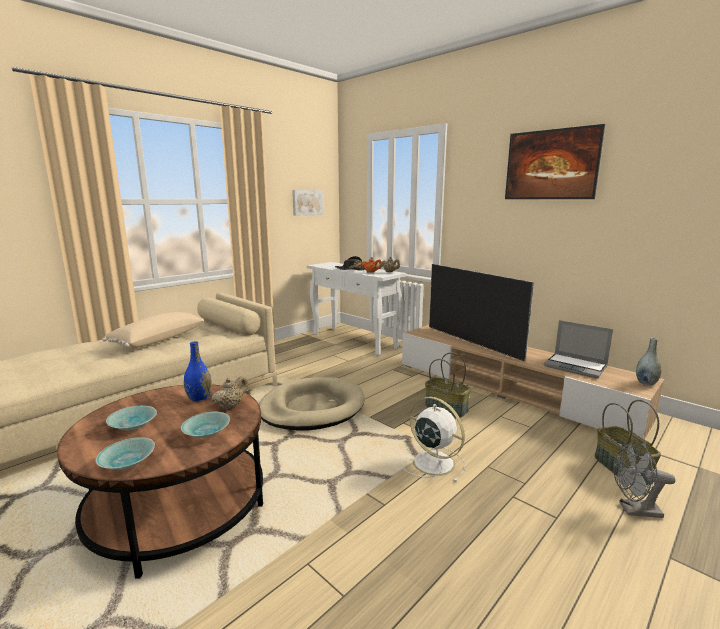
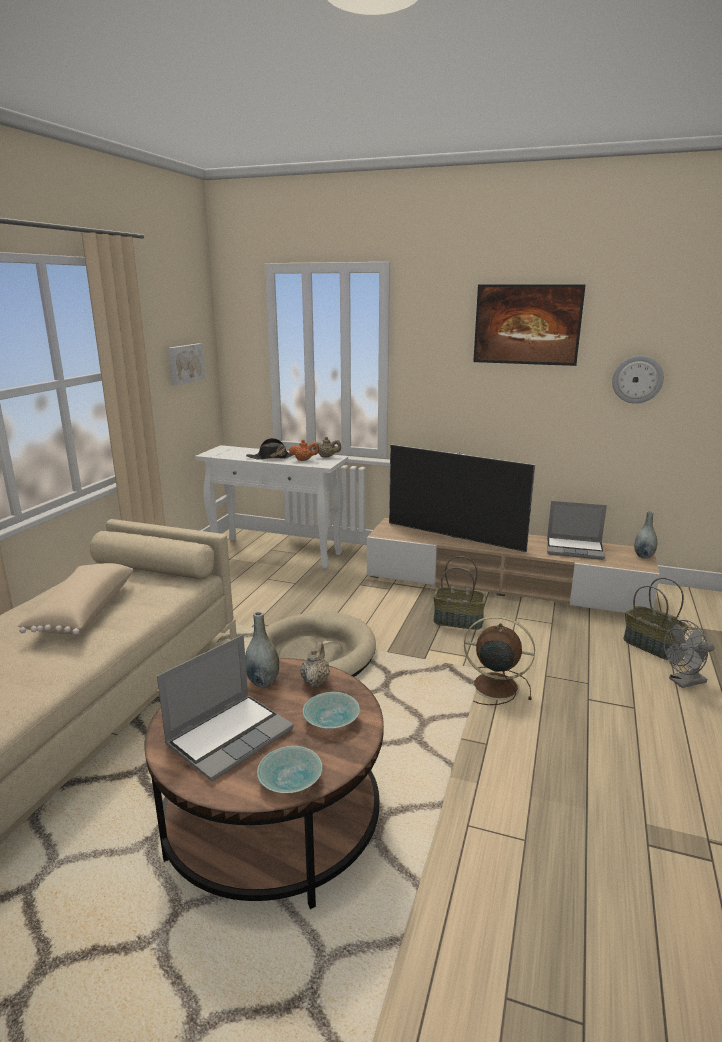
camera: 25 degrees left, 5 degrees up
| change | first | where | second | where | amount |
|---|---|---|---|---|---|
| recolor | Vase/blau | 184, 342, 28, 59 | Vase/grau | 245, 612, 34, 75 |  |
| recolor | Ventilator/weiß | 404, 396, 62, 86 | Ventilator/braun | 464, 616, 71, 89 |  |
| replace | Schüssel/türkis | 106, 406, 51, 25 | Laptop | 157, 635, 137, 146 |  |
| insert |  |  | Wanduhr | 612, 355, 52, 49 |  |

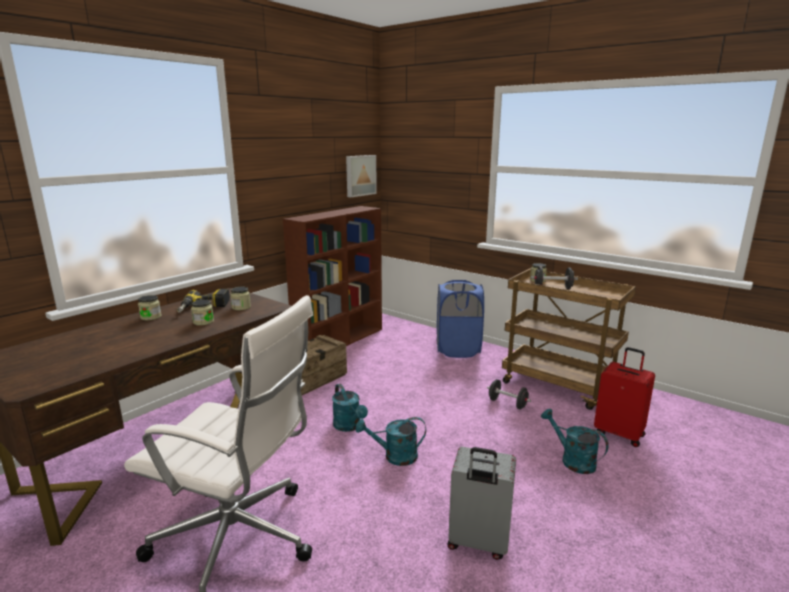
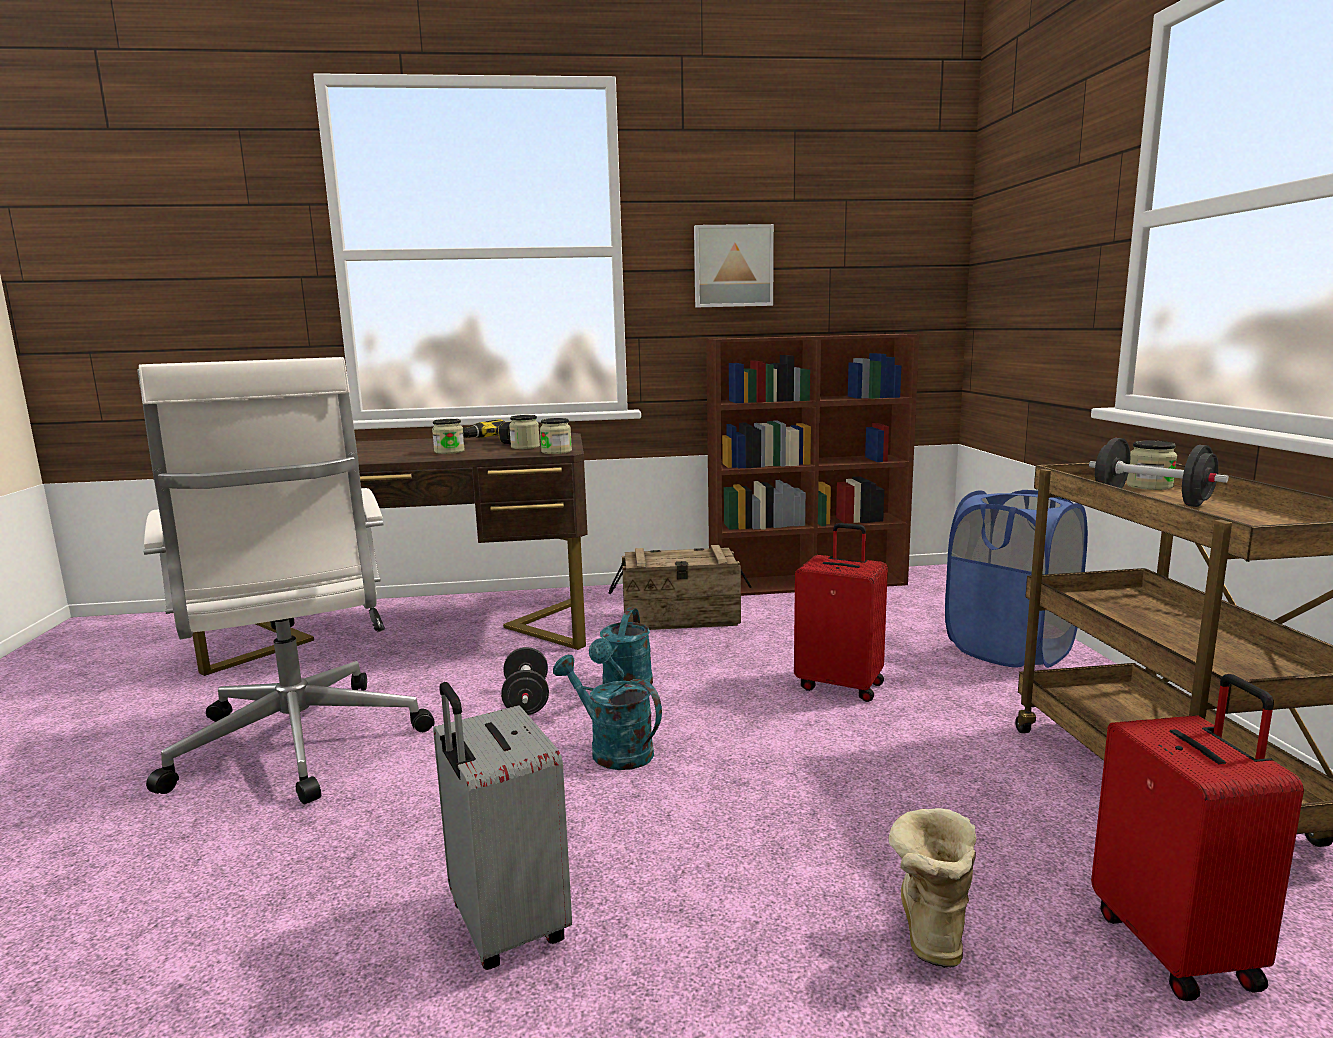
camera: 45 degrees right, 5 degrees down
| change | first | where | second | where | amount |
|---|---|---|---|---|---|
| move | Bild | 346, 155, 31, 42 |  | 694, 224, 80, 83 |  |
| move | Vorratsglas | 138, 295, 23, 25 |  | 540, 418, 32, 36 |  |
| move | Hantel/schwarz | 487, 379, 44, 31 |  | 501, 647, 48, 68 |  |
| replace | Gießkanne/türkis | 541, 409, 68, 65 | Stiefel | 889, 808, 87, 160 |  |
| insert |  |  | Koffer/rot | 794, 523, 94, 179 |  |

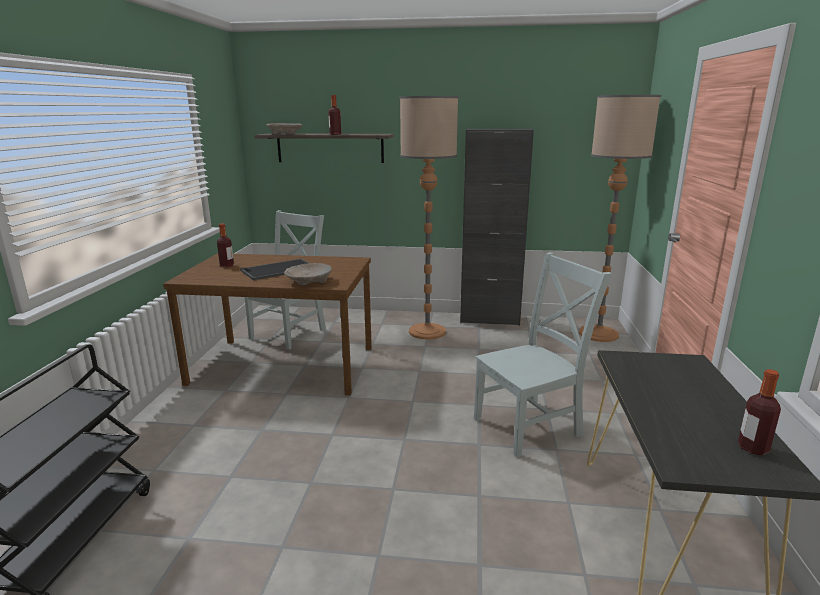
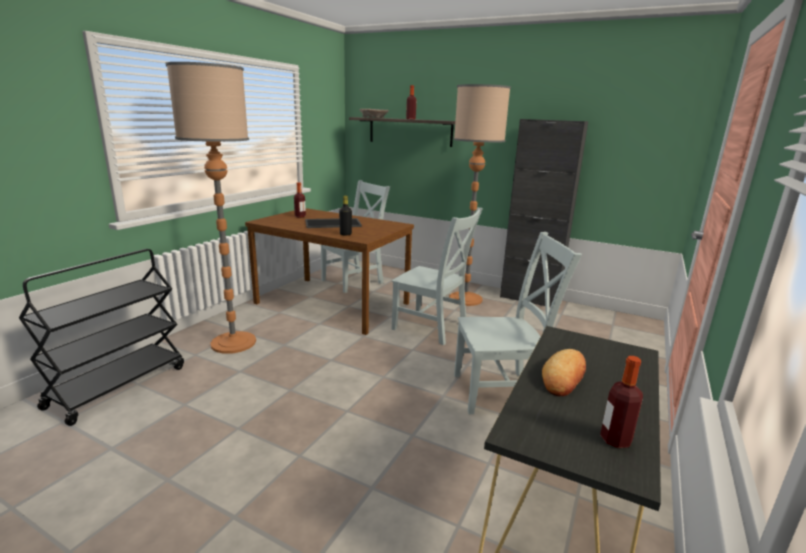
camera: 20 degrees right, 0 degrees up
| change | first | where | second | where | amount |
|---|---|---|---|---|---|
| move | Stehlampe | 579, 95, 82, 247 |  | 165, 62, 91, 292 |  |
| replace | Schüssel/beige | 284, 263, 48, 22 | Flasche/schwarz | 339, 196, 13, 39 |  |
| insert |  |  | Stuhl/grau | 392, 208, 91, 137 |  |
| insert |  |  | Brot | 542, 349, 44, 47 |  |

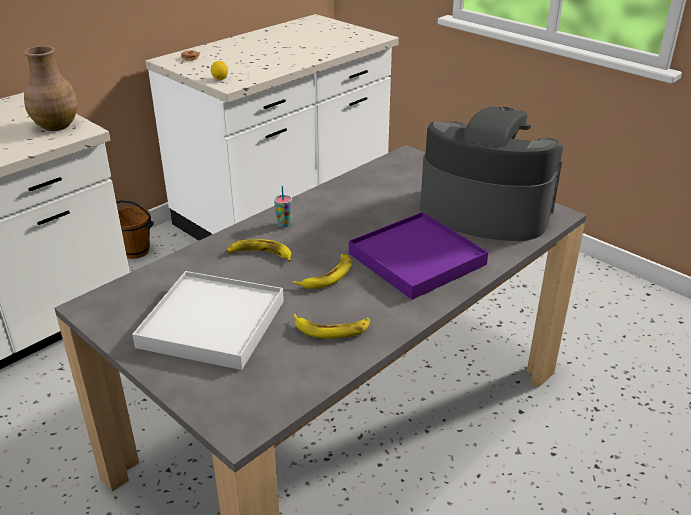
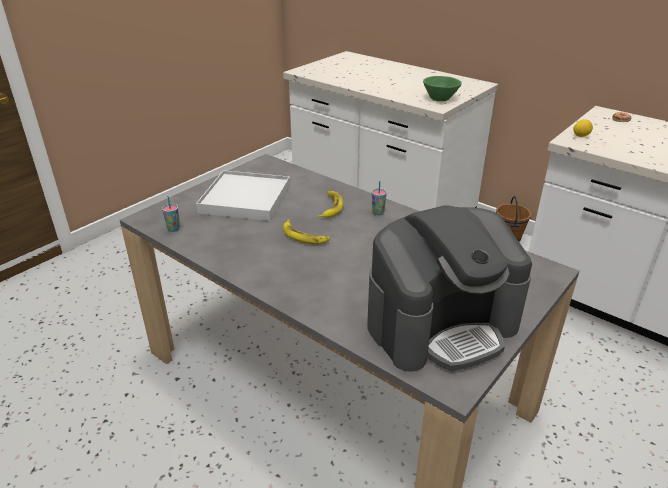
camera: 85 degrees right, 0 degrees up
| change | first | where | second | where | amount |
|---|---|---|---|---|---|
| replace | Vase/braun | 24, 46, 54, 85 | Schüssel/grün | 423, 76, 39, 25 |  |
| rotate | Kaffeemaschine | 420, 106, 143, 135 |  | 367, 205, 165, 167 | 45 degrees clockwise |
| delete | Tablett/lila | 349, 212, 139, 88 |  |  |  |
| delete | Banane | 293, 314, 77, 25 |  |  |  |
| insert |  |  | Tasse | 162, 196, 18, 36 |  |

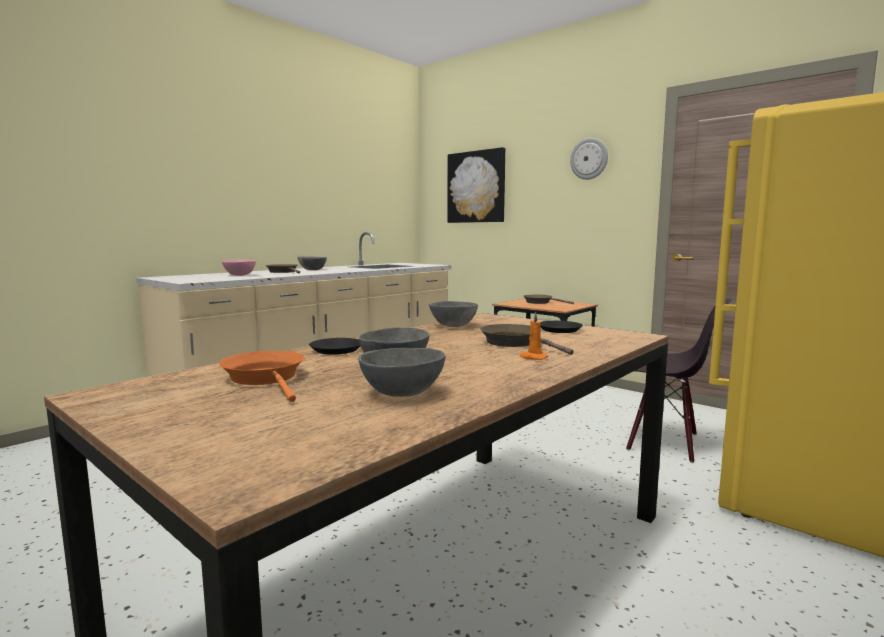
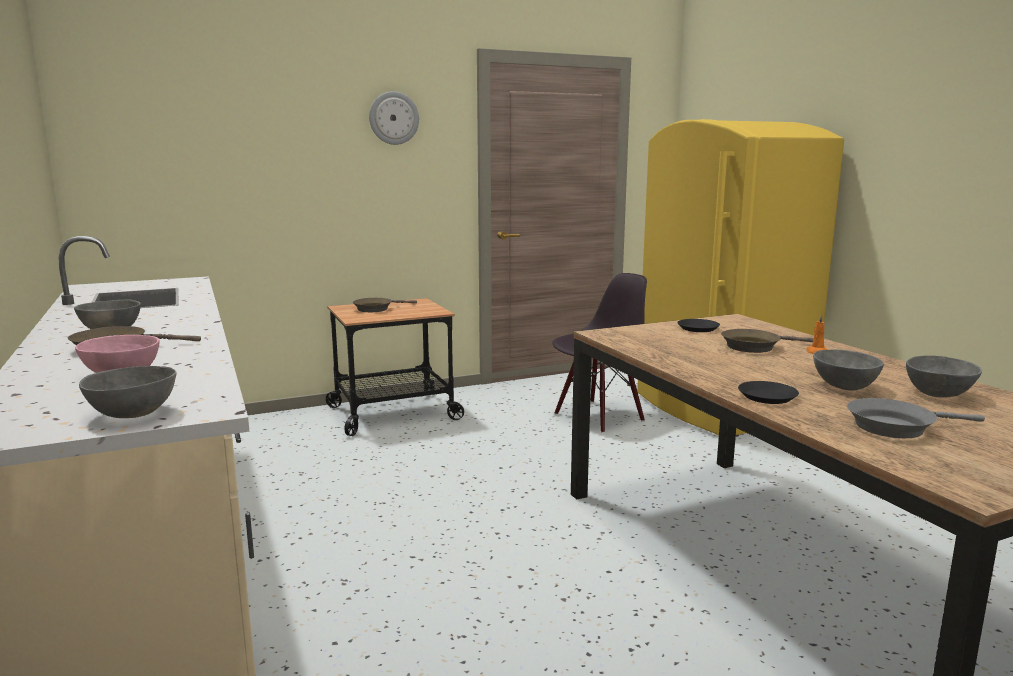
camera: 65 degrees left, 5 degrees up
| change | first | where | second | where | amount |
|---|---|---|---|---|---|
| delete | Bild | 447, 147, 58, 76 |  |  |  |
| move | Schüssel/grau | 429, 301, 49, 26 |  | 79, 366, 98, 52 |  |
| recolor | Pfanne/orange | 219, 351, 85, 51 | Pfanne/grau | 847, 398, 138, 40 |  |

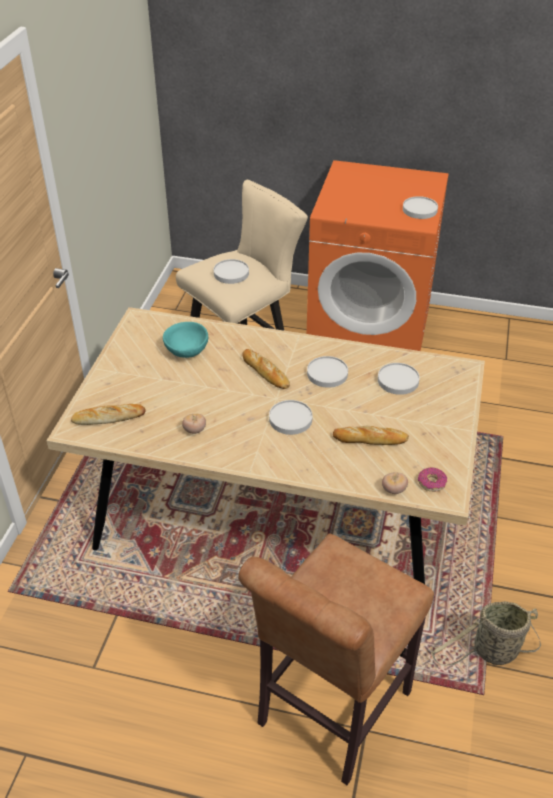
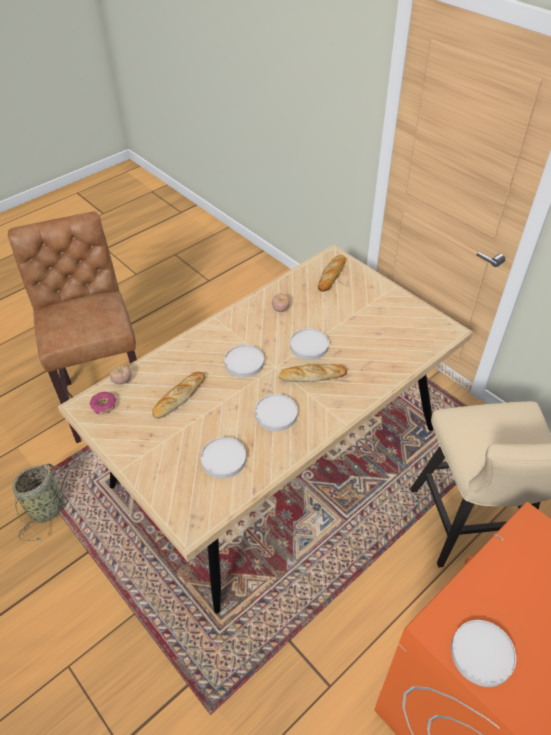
camera: 125 degrees right, 5 degrees up
| change | first | where | second | where | amount |
|---|---|---|---|---|---|
| move | Teller/weiß | 214, 259, 35, 25 |  | 290, 328, 39, 32 |  |
| delete | Schüssel/türkis | 163, 322, 45, 36 |  |  |  |

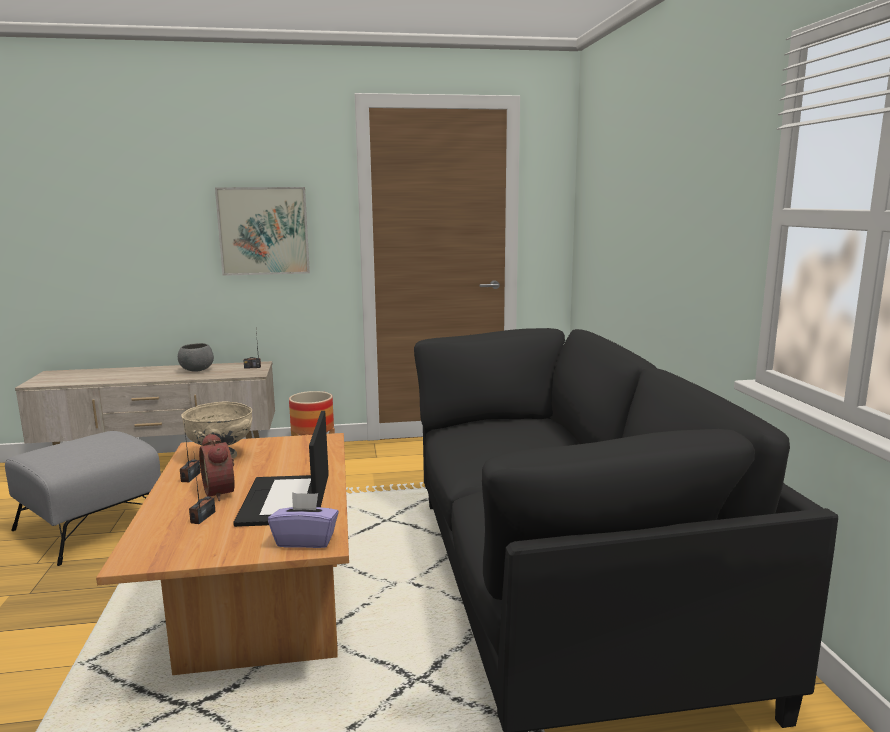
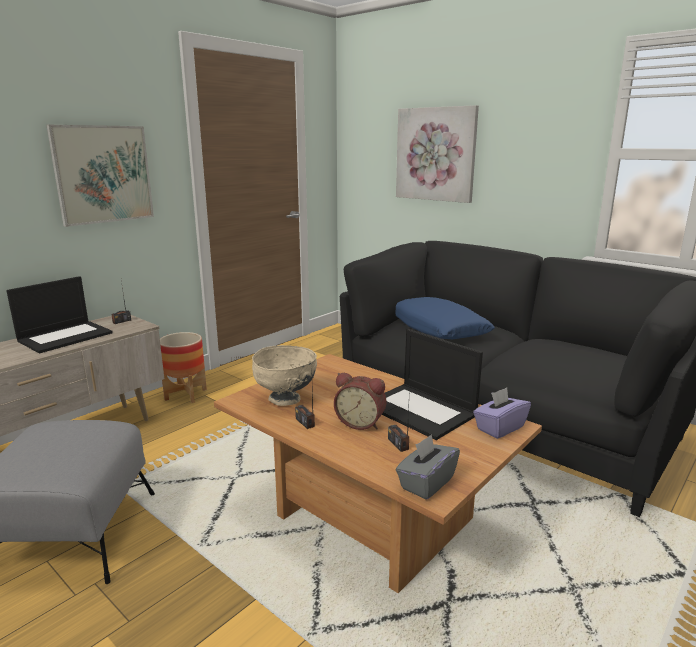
camera: 40 degrees left, 5 degrees up
| change | first | where | second | where | amount |
|---|---|---|---|---|---|
| replace | Schüssel/grau | 178, 343, 36, 29 | Laptop | 6, 276, 107, 77 |  |
| insert |  |  | Bild | 396, 105, 83, 98 |  |
| insert |  |  | Kissen/blau | 396, 297, 99, 42 |  |
| insert |  |  | Taschentuchbox/grau | 396, 434, 64, 66 |  |

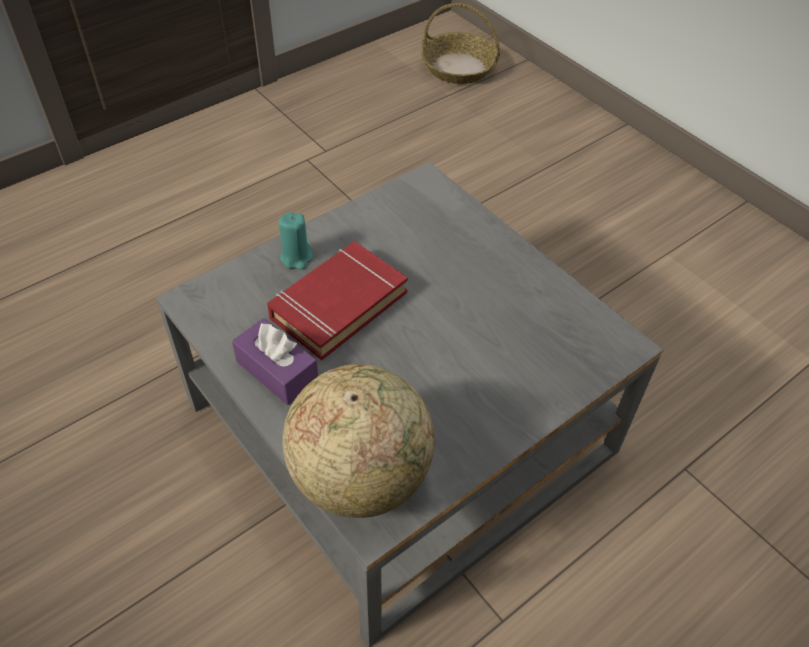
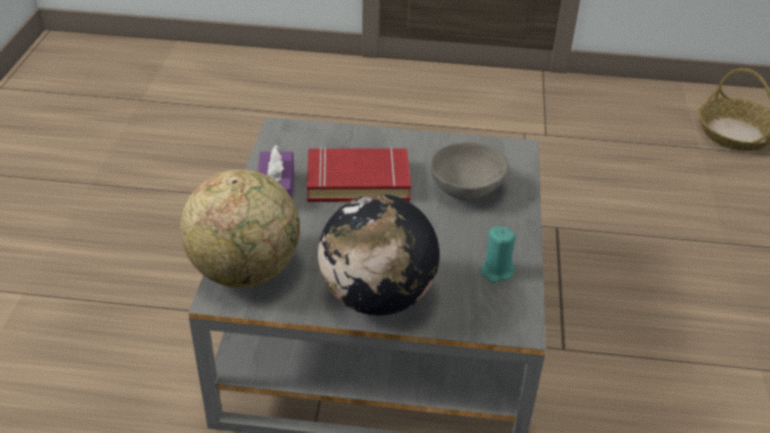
camera: 45 degrees right, 10 degrees down
| change | first | where | second | where | amount |
|---|---|---|---|---|---|
| move | Kerze/türkis | 279, 212, 34, 58 |  | 481, 226, 35, 57 |  |
| insert |  |  | Schüssel/grau | 431, 142, 78, 58 |  |
| insert |  |  | Globus | 318, 194, 122, 122 |  |

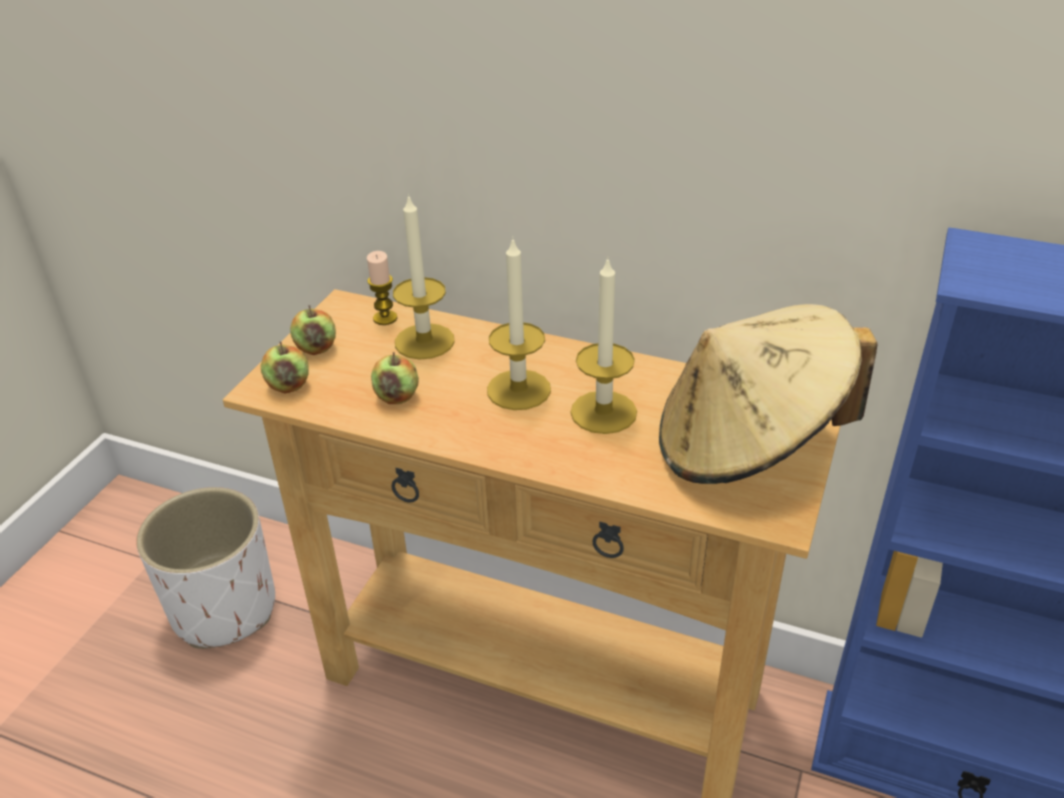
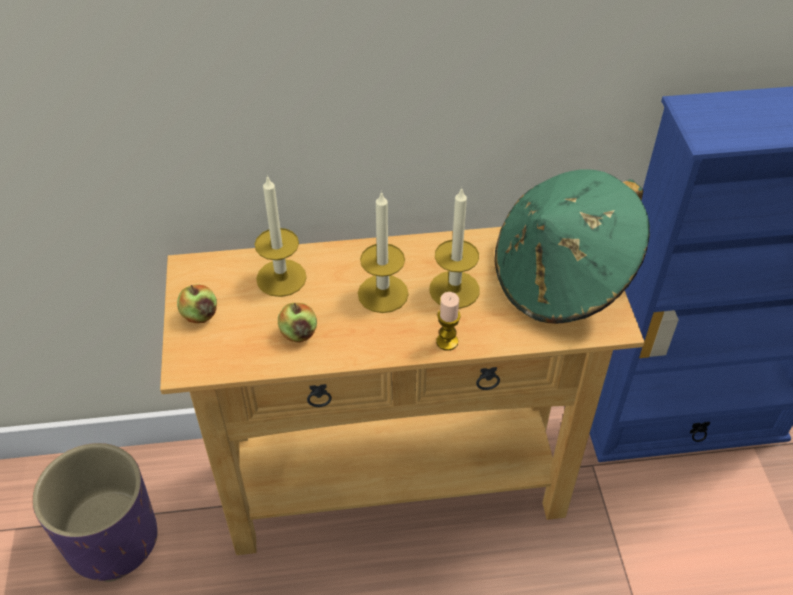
camera: 30 degrees left, 10 degrees up
| change | first | where | second | where | amount |
|---|---|---|---|---|---|
| move | Kerze | 367, 251, 30, 74 |  | 436, 292, 25, 59 |  |
| recolor | Hut/beige | 659, 304, 219, 180 | Hut/grün | 494, 169, 156, 155 |  |
| delete | Apfel | 261, 342, 48, 51 |  |  |  |
| recolor | Pflanzkübel/weiß | 136, 487, 139, 162 | Pflanzkübel/lila | 32, 443, 126, 139 |  |

